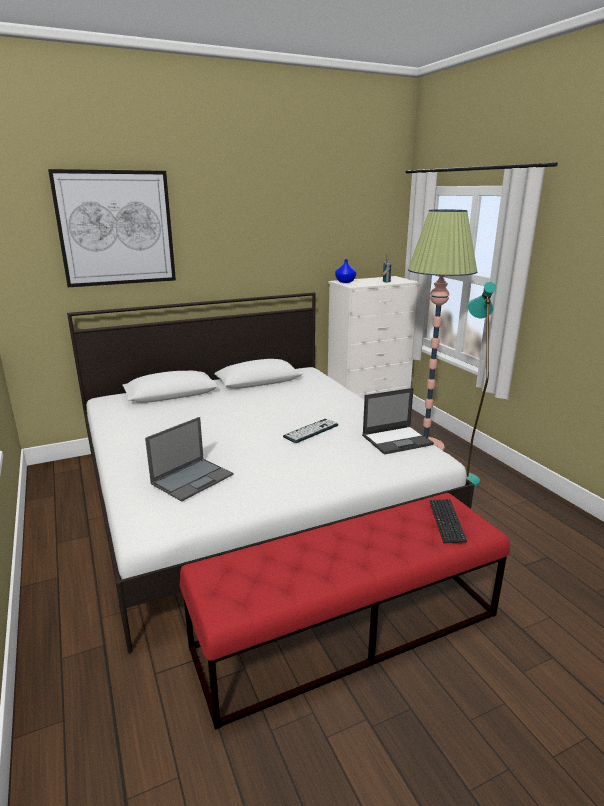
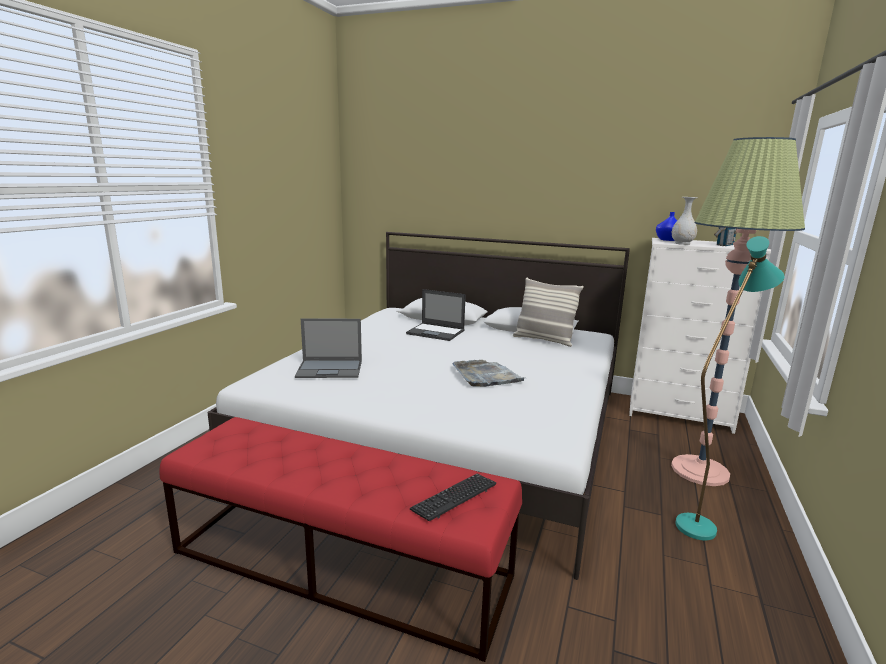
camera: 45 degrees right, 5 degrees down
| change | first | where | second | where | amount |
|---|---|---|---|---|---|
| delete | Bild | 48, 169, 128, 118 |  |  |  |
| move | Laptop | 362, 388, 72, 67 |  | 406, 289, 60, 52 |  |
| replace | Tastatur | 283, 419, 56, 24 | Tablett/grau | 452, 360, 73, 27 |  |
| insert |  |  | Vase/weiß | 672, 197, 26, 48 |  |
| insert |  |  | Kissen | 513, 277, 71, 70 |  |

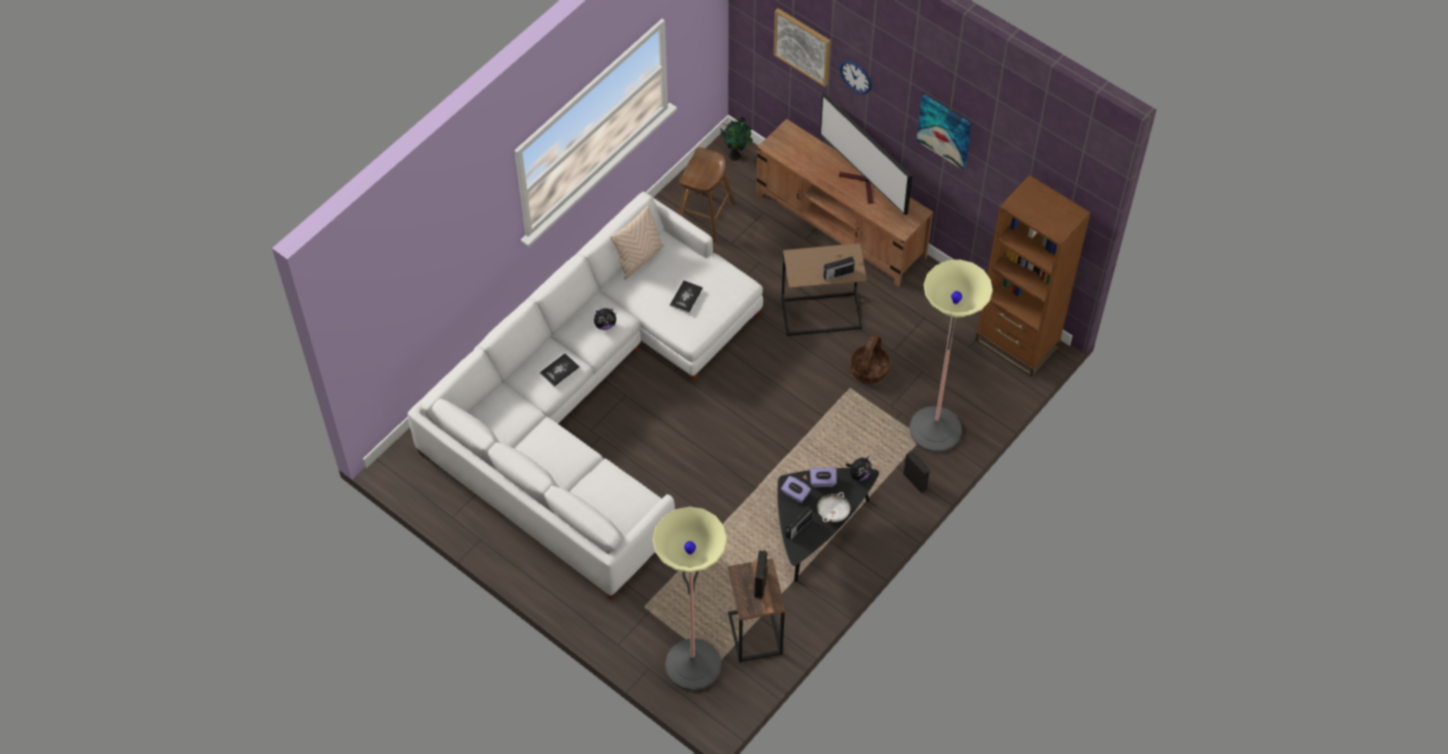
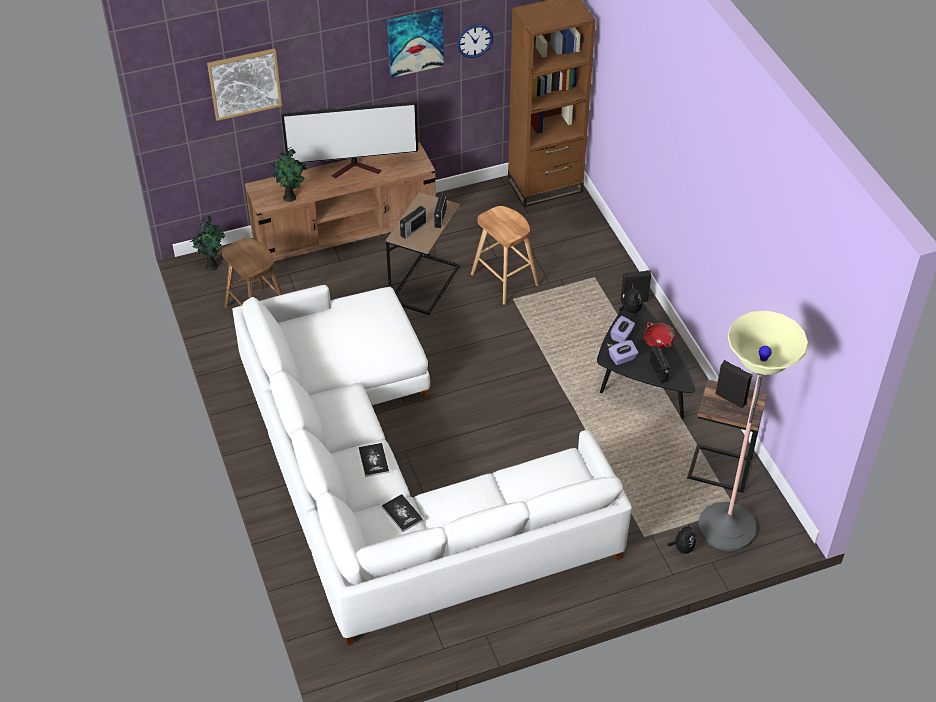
camera: 60 degrees left, 10 degrees down
| change | first | where | second | where | amount |
|---|---|---|---|---|---|
| move | Wanduhr | 839, 61, 33, 33 |  | 457, 24, 36, 34 |  |
| delete | Kissen/beige | 610, 205, 54, 75 |  |  |  |
| delete | Stehlampe | 909, 260, 84, 192 |  |  |  |
| move | Buch | 670, 280, 33, 33 |  | 382, 494, 41, 38 |  |
| move | Plüschtier | 594, 308, 22, 22 |  | 667, 523, 29, 31 |  |
| replace | Korb | 850, 335, 40, 49 | Hocker/braun | 471, 206, 68, 99 |  |
| recolor | Schüssel/weiß | 817, 492, 33, 30 | Schüssel/rot | 644, 322, 31, 26 |  |
| insert |  |  | Topfpflanze | 273, 147, 34, 55 |  |
| insert |  |  | Radio | 400, 206, 26, 33 |  |

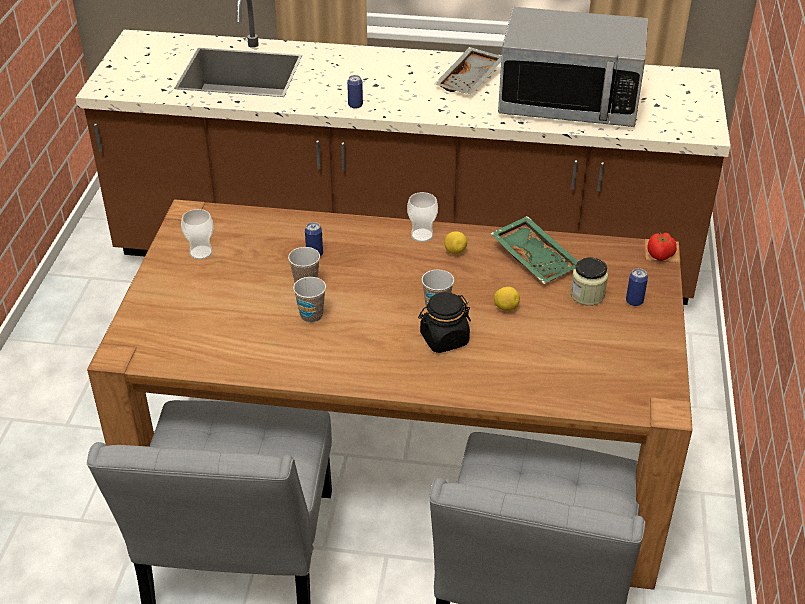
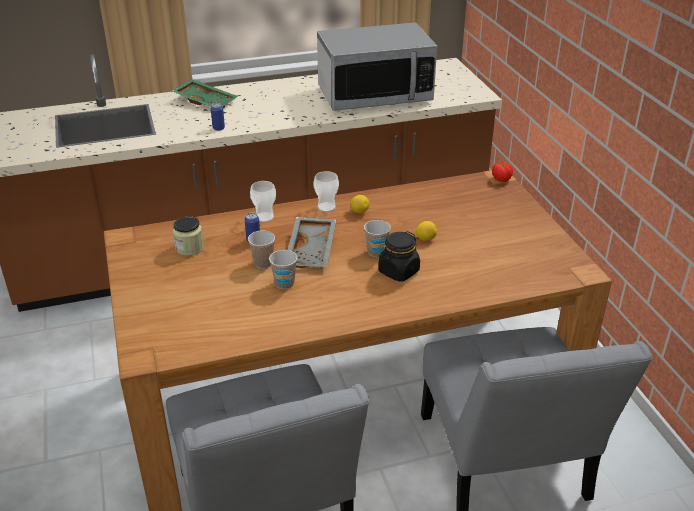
camera: 25 degrees left, 5 degrees down
| change | first | where | second | where | amount |
|---|---|---|---|---|---|
| move | Tablett/grau | 435, 47, 66, 47 |  | 288, 217, 49, 51 |  |
| move | Tasse | 181, 209, 33, 51 |  | 250, 181, 26, 41 |  |
| move | Tablett/grün | 490, 216, 88, 68 |  | 172, 79, 66, 29 |  |
| move | Vorratsglas | 570, 257, 38, 49 |  | 173, 216, 31, 40 |  |
| delete | Dose | 626, 268, 22, 38 |  |  |  |

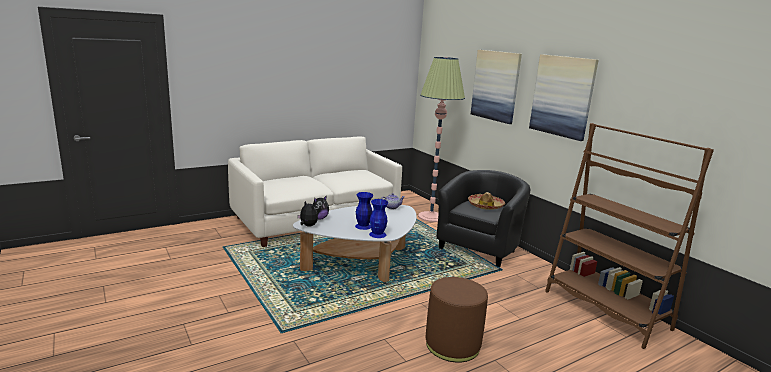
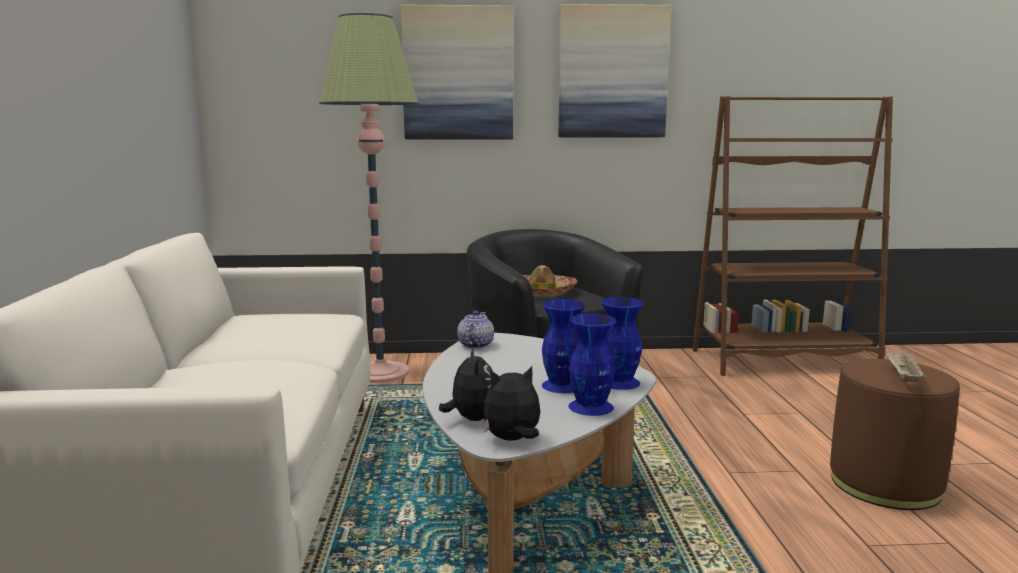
camera: 60 degrees left, 5 degrees down
| change | first | where | second | where | amount |
|---|---|---|---|---|---|
| insert |  |  | Vase/blau | 568, 313, 48, 103 |  |
| insert |  |  | Tablett/beige | 885, 351, 41, 31 |  |

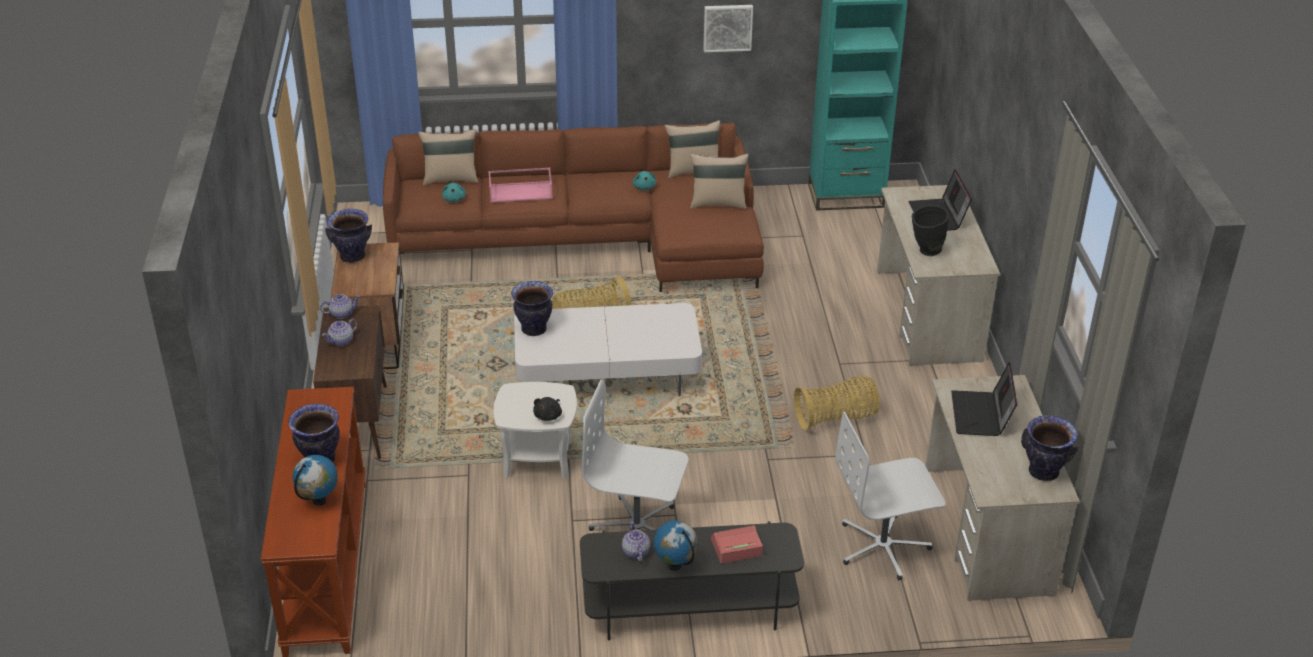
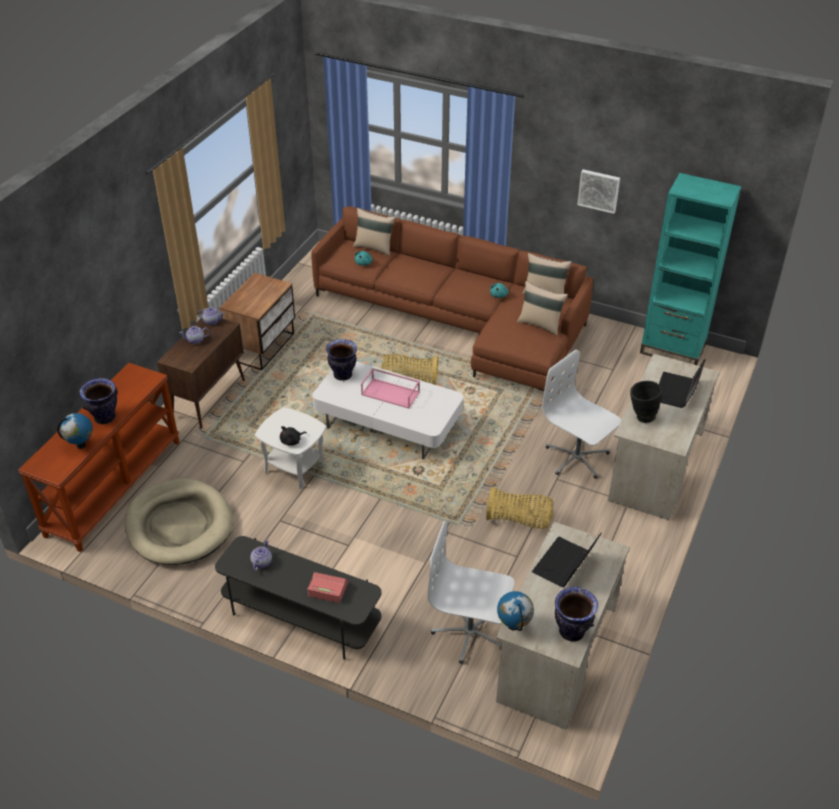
camera: 30 degrees right, 5 degrees up
| change | first | where | second | where | amount |
|---|---|---|---|---|---|
| move | Tablett/rosa | 488, 168, 65, 35 |  | 361, 368, 59, 41 |  |
| delete | Vase | 325, 209, 47, 54 |  |  |  |
| move | Bürostuhl/weiß | 582, 380, 106, 151 |  | 542, 350, 79, 129 |  |
| move | Globus | 654, 520, 44, 51 |  | 497, 591, 37, 40 |  |
| insert |  |  | Hundebett/beige | 125, 478, 108, 87 |  |

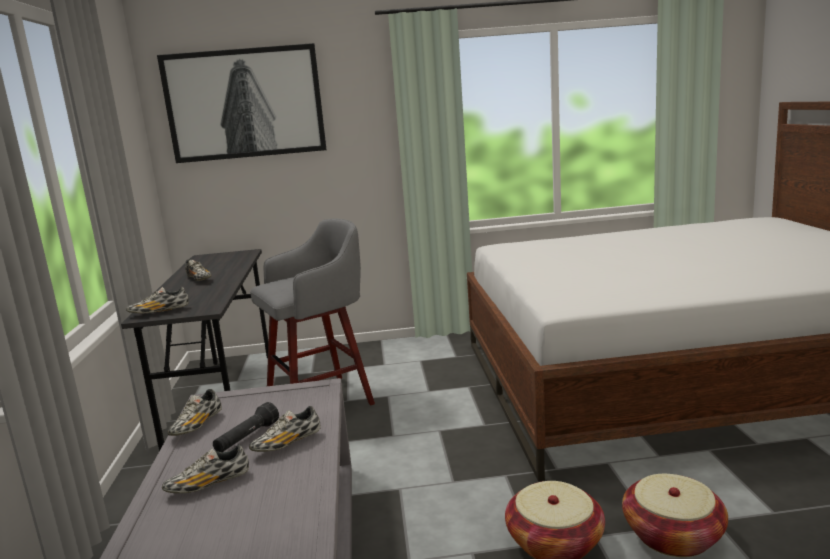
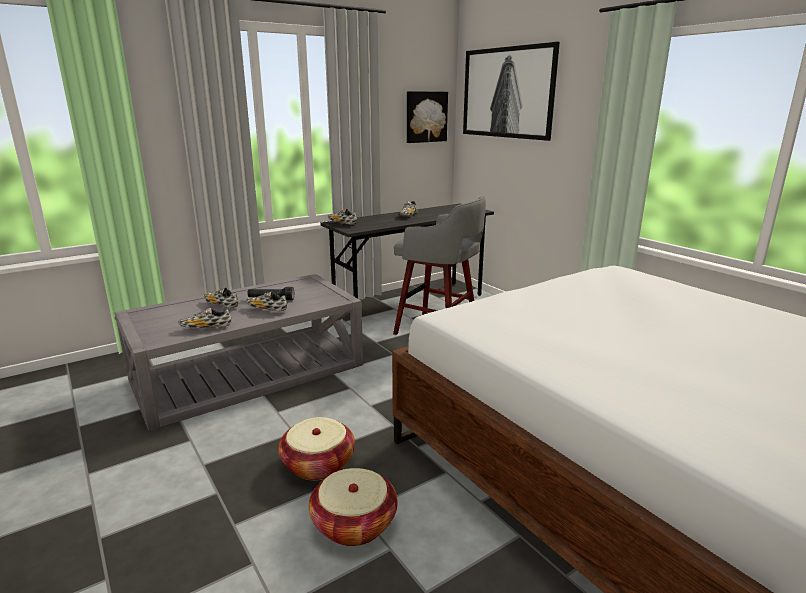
camera: 60 degrees right, 5 degrees up
| change | first | where | second | where | amount |
|---|---|---|---|---|---|
| move | Schuh | 167, 389, 55, 47 |  | 178, 307, 53, 22 |  |
| insert |  |  | Bild | 407, 91, 41, 52 |  |

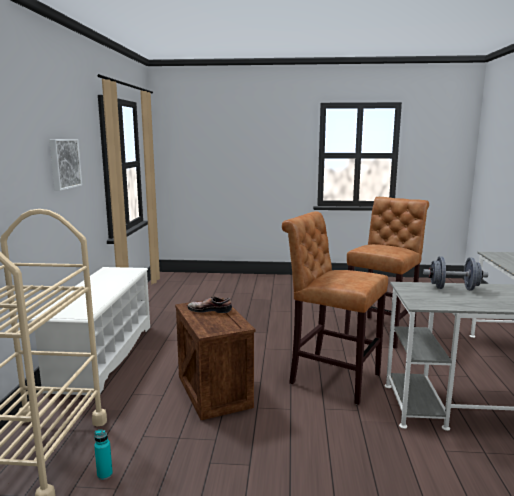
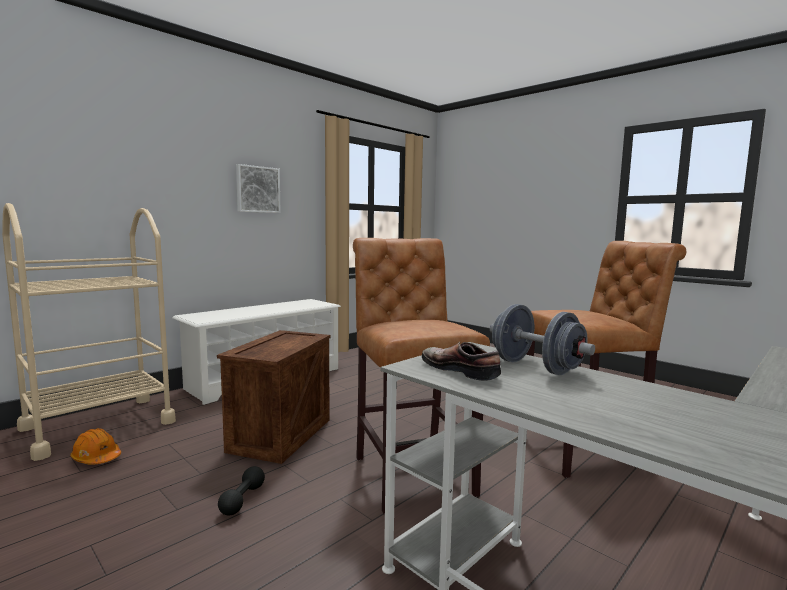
camera: 40 degrees right, 5 degrees down
| change | first | where | second | where | amount |
|---|---|---|---|---|---|
| move | Schuh | 188, 296, 44, 17 |  | 422, 342, 79, 39 |  |
| replace | Flasche/türkis | 94, 430, 19, 50 | Schutzhelm/orange | 70, 428, 51, 37 |  |
| insert |  |  | Hantel/schwarz | 218, 466, 47, 50 |  |

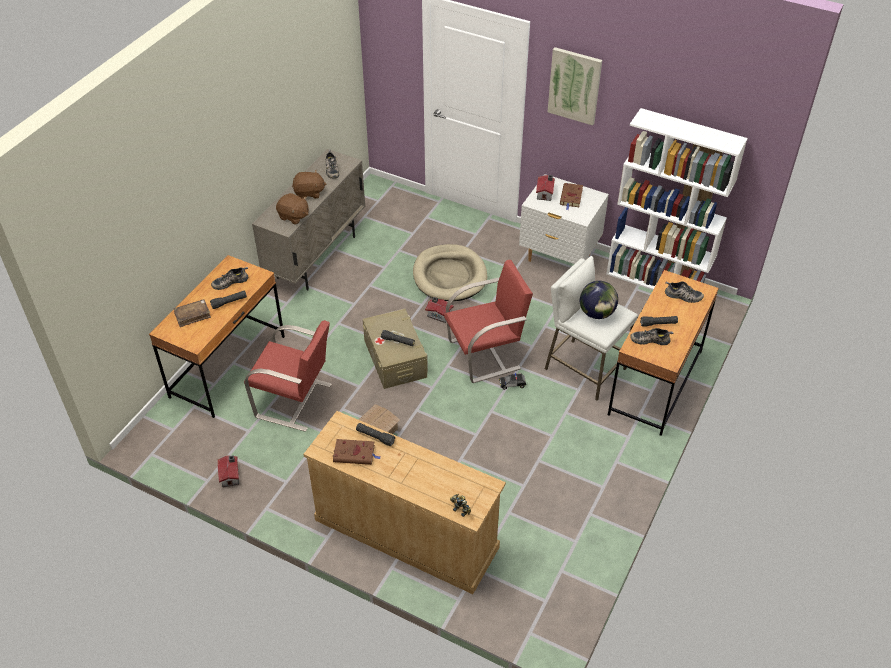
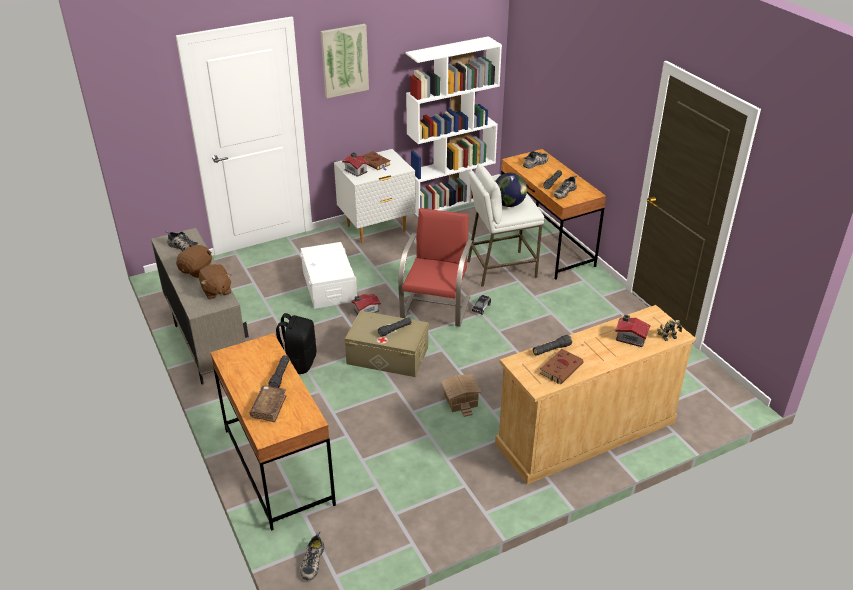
camera: 55 degrees left, 10 degrees down
| change | first | where | second | where | amount |
|---|---|---|---|---|---|
| rotate | Plüschtier/braun | 276, 193, 33, 32 |  | 199, 264, 32, 35 | 90 degrees clockwise |
| replace | Hundebett/beige | 413, 244, 74, 57 | Aufbewahrungsbox/weiß | 300, 242, 57, 67 |  |
| move | Schuh | 211, 267, 37, 23 |  | 301, 531, 23, 50 |  |
| delete | Stuhl/rot | 244, 320, 88, 112 |  |  |  |
| move | Spielzeughaus | 218, 455, 21, 32 |  | 615, 314, 36, 33 |  |
| insert |  |  | Rucksack/schwarz | 276, 313, 40, 61 |  |

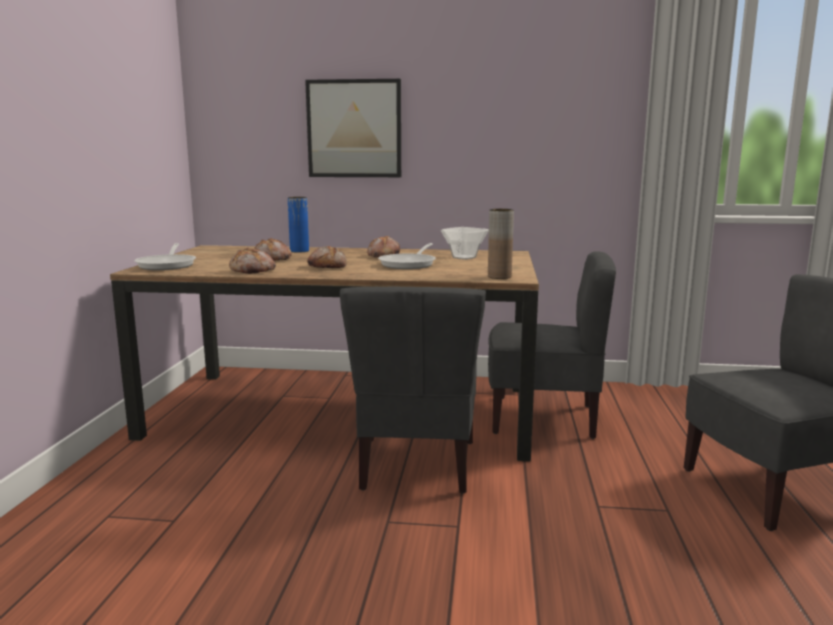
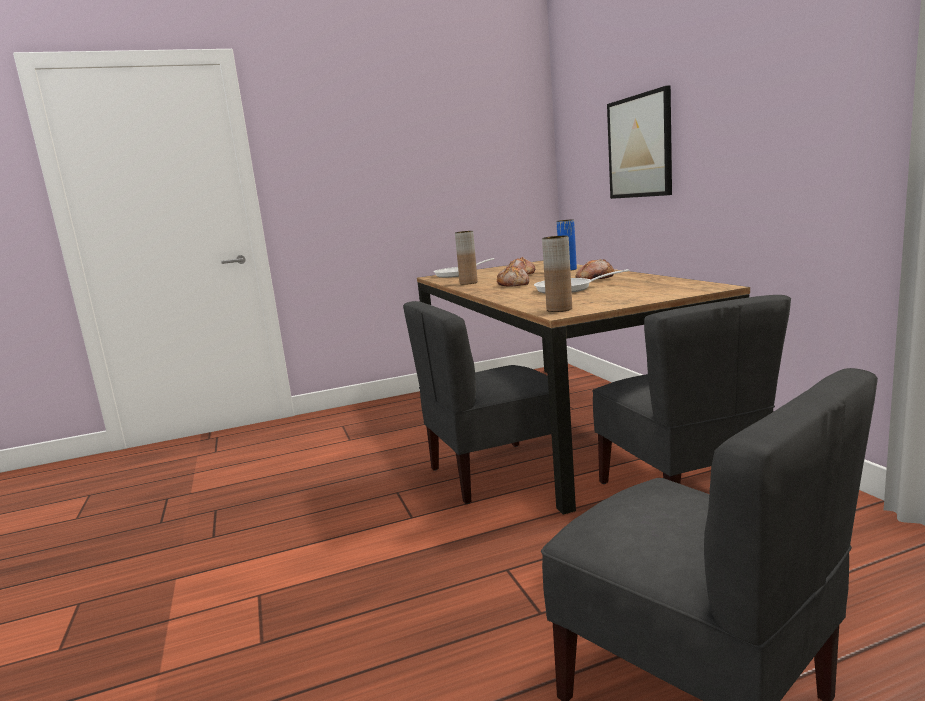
camera: 65 degrees right, 0 degrees up
| change | first | where | second | where | amount |
|---|---|---|---|---|---|
| delete | Schüssel | 441, 227, 48, 33 |  |  |  |
| replace | Brot | 229, 248, 47, 26 | Vase/braun | 455, 231, 23, 54 |  |

